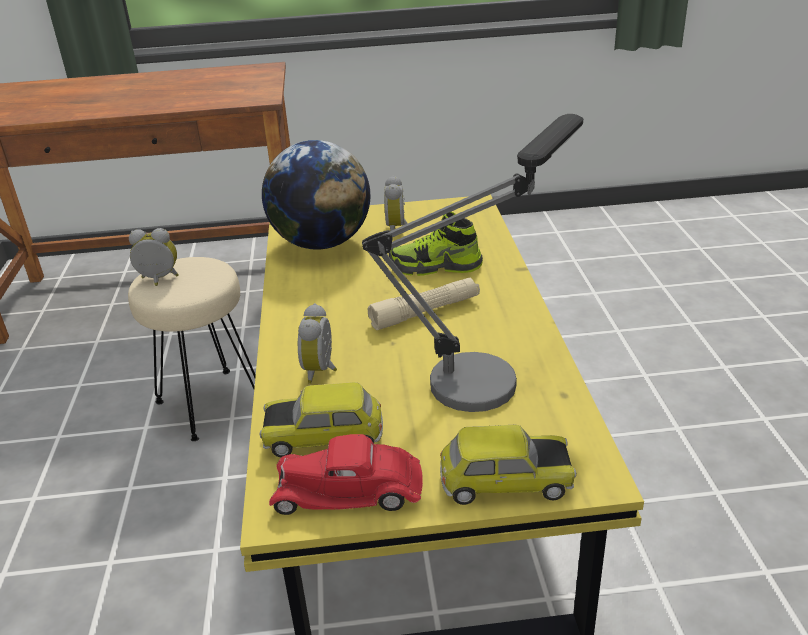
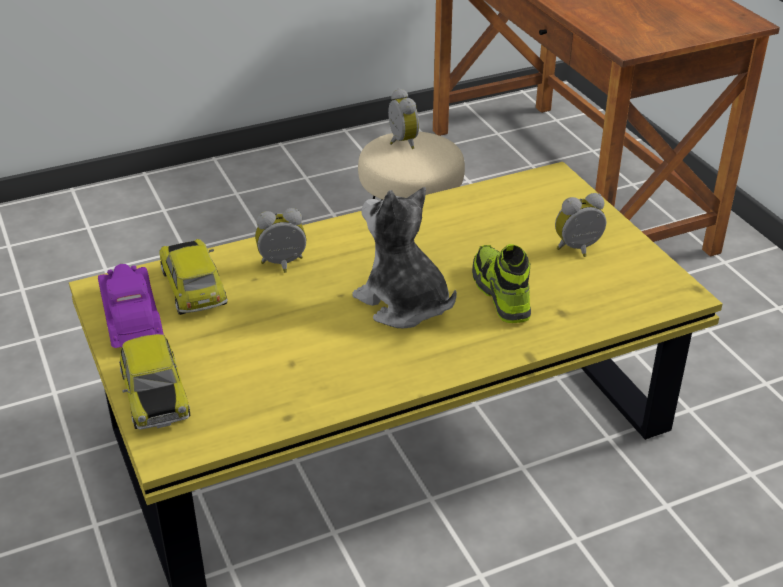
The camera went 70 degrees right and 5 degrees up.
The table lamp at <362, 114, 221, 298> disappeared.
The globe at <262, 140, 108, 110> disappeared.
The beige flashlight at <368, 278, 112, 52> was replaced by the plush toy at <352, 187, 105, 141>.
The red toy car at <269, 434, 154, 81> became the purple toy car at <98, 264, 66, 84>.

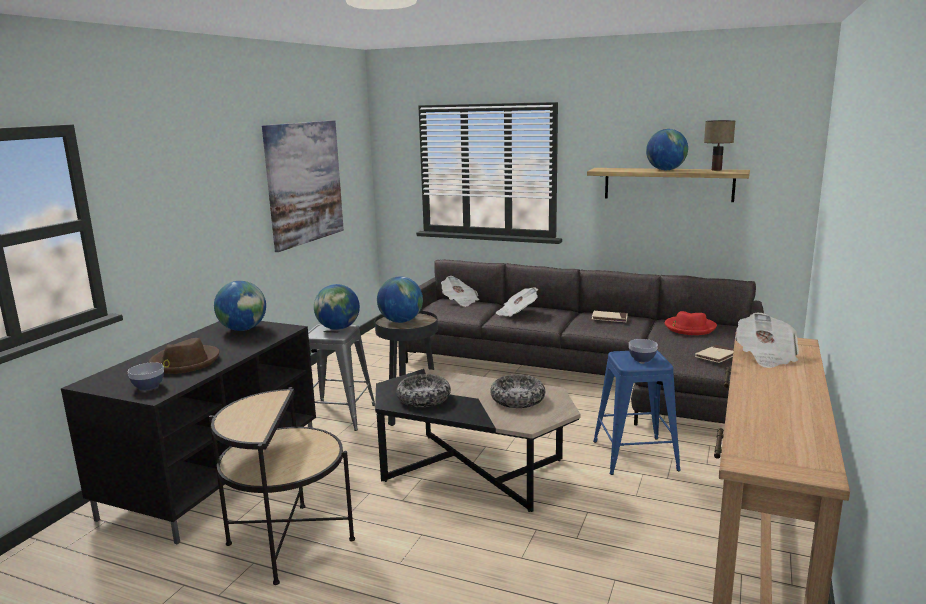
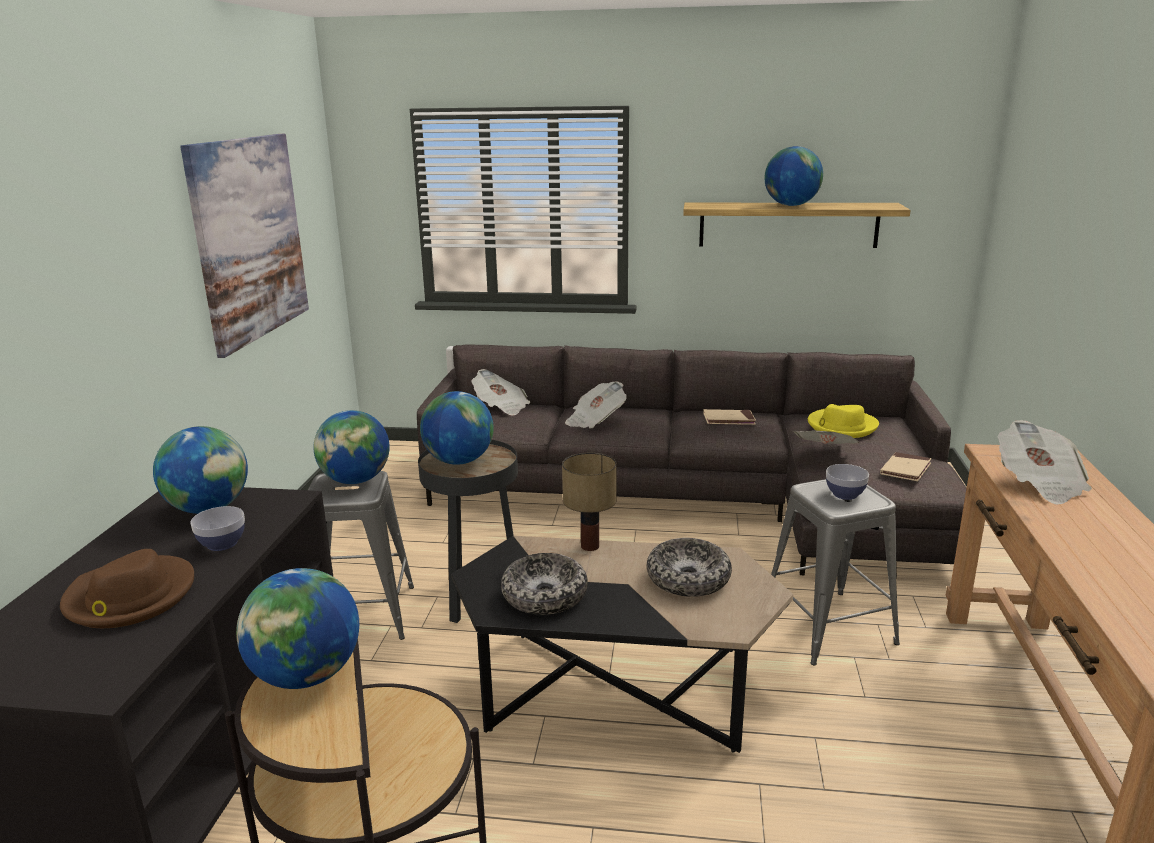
The camera went 15 degrees left and 5 degrees up.
The table lamp moved from <704, 120, 31, 51> to <562, 453, 55, 98>.
The red hat at <665, 311, 52, 24> became the yellow hat at <808, 404, 71, 34>.
The blue stool at <593, 351, 88, 124> became the grey stool at <771, 479, 129, 186>.
The bowl moved from <128, 362, 36, 29> to <190, 506, 55, 45>.
The newspaper at <792, 431, 68, 13> appeared.
The globe at <236, 568, 123, 121> appeared.

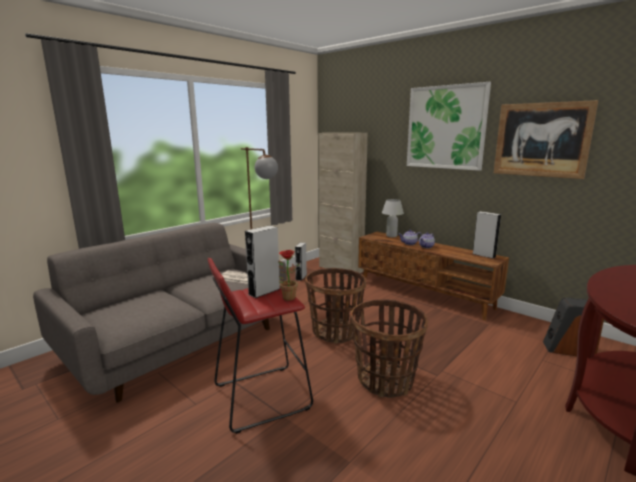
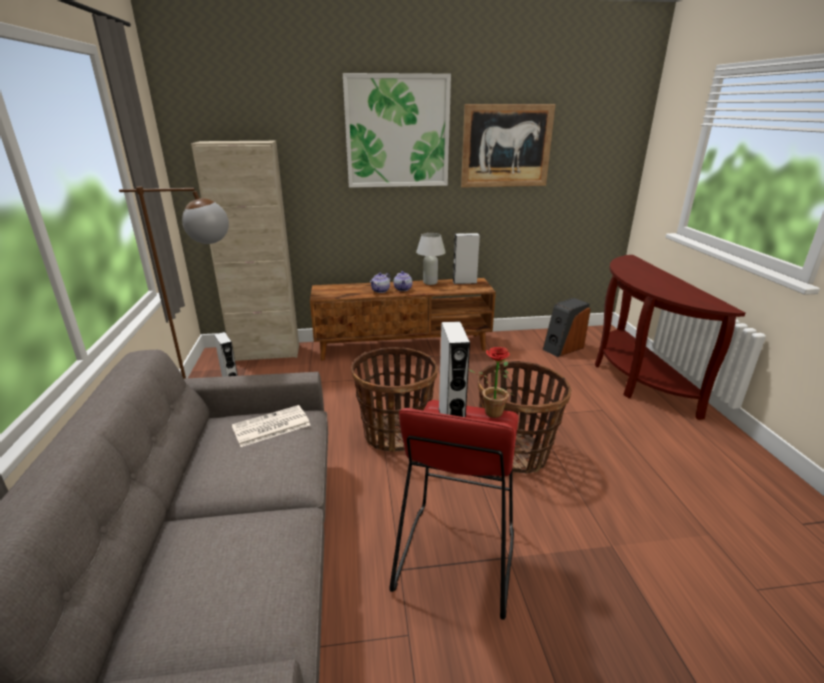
The camera went 50 degrees left and 10 degrees up.
The white table lamp moved from <382, 199, 22, 38> to <416, 233, 30, 52>.

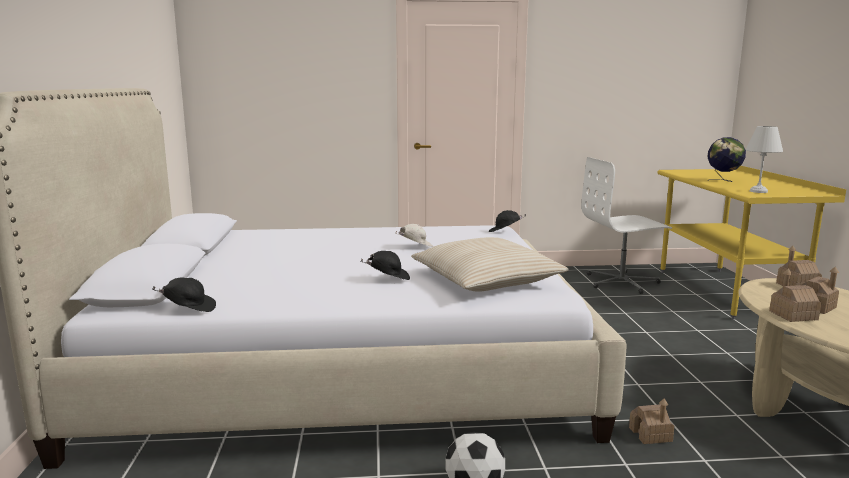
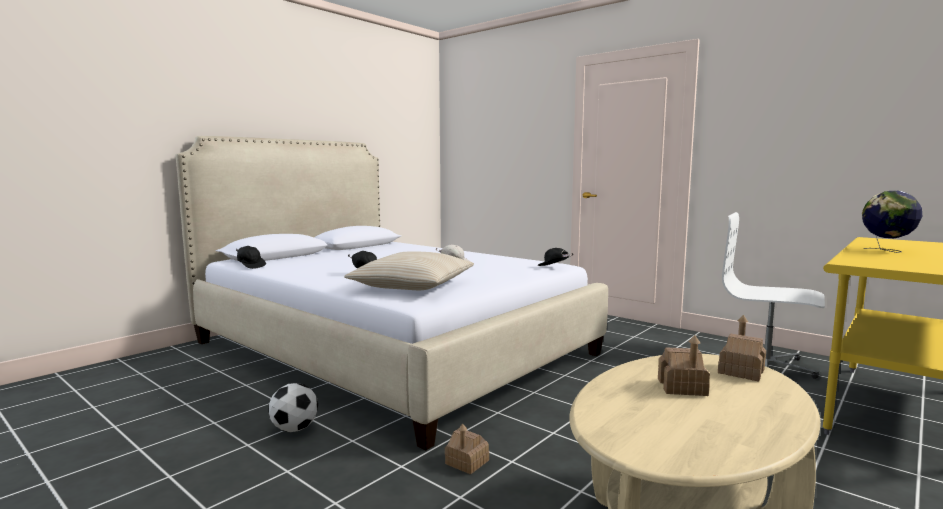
The camera went 45 degrees right and 5 degrees down.
The white table lamp at <745, 126, 38, 67> disappeared.
The toy house at <769, 269, 52, 53> disappeared.

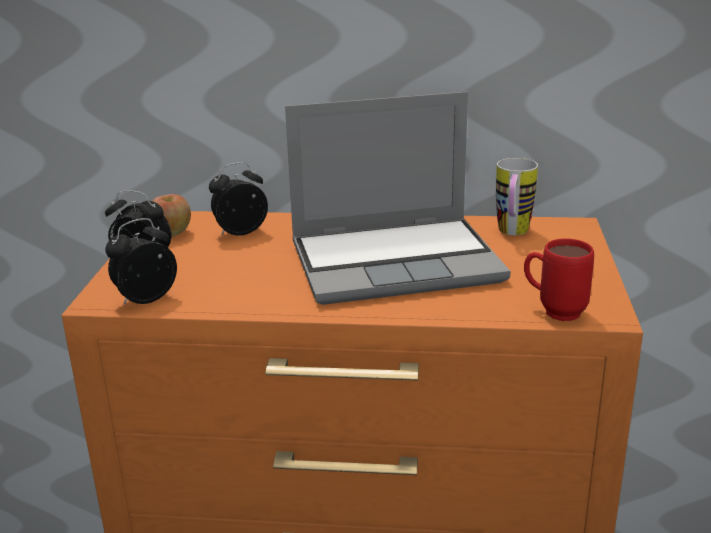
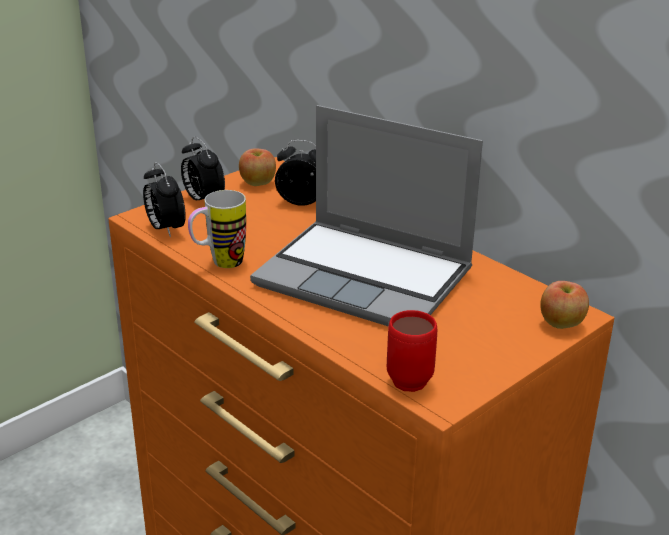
The camera went 40 degrees right and 5 degrees up.
The mug moved from <496, 158, 42, 77> to <188, 190, 58, 78>.
The alarm clock at <105, 218, 72, 88> turned 120 degrees counterclockwise.
The apple at <540, 281, 49, 48> appeared.

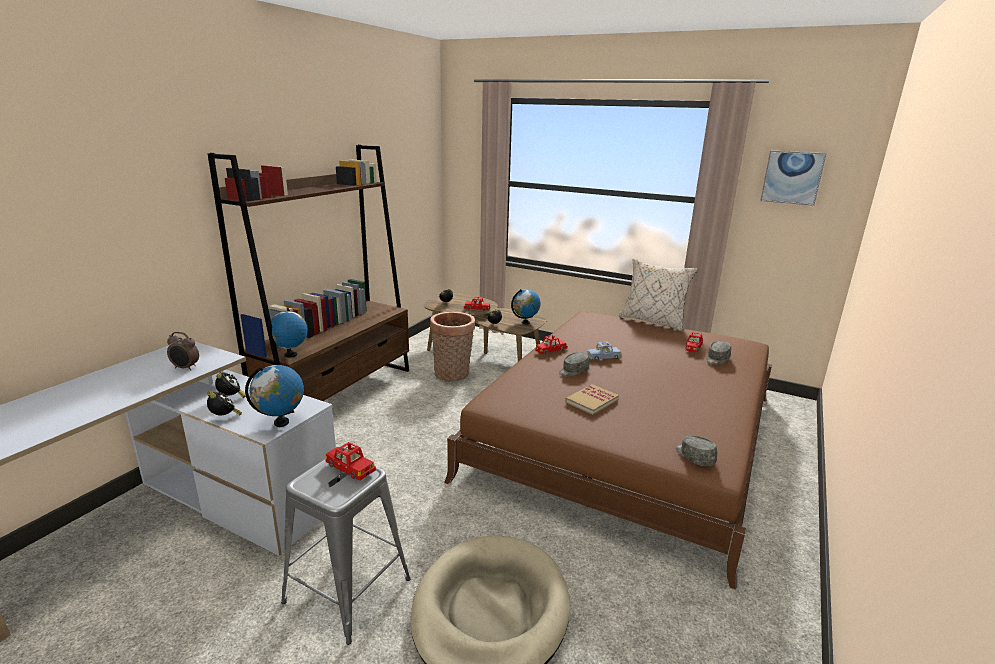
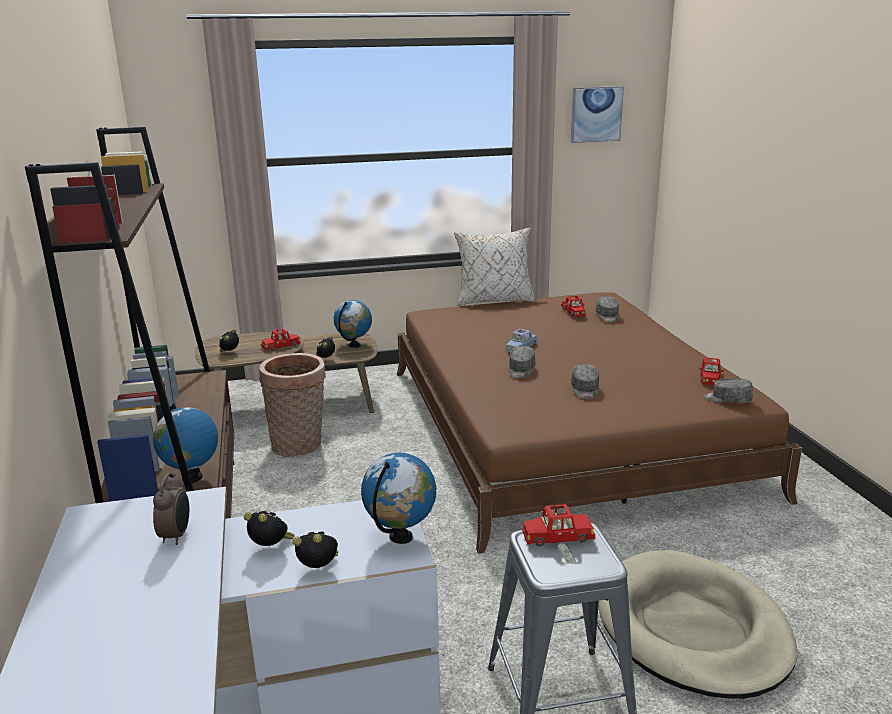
The camera went 40 degrees left and 0 degrees up.
The alarm clock at <167, 332, 32, 39> turned 60 degrees counterclockwise.
The red toy car moved from <535, 335, 33, 19> to <699, 357, 24, 28>.
The book at <565, 384, 54, 31> was replaced by the grey cap at <571, 364, 28, 35>.

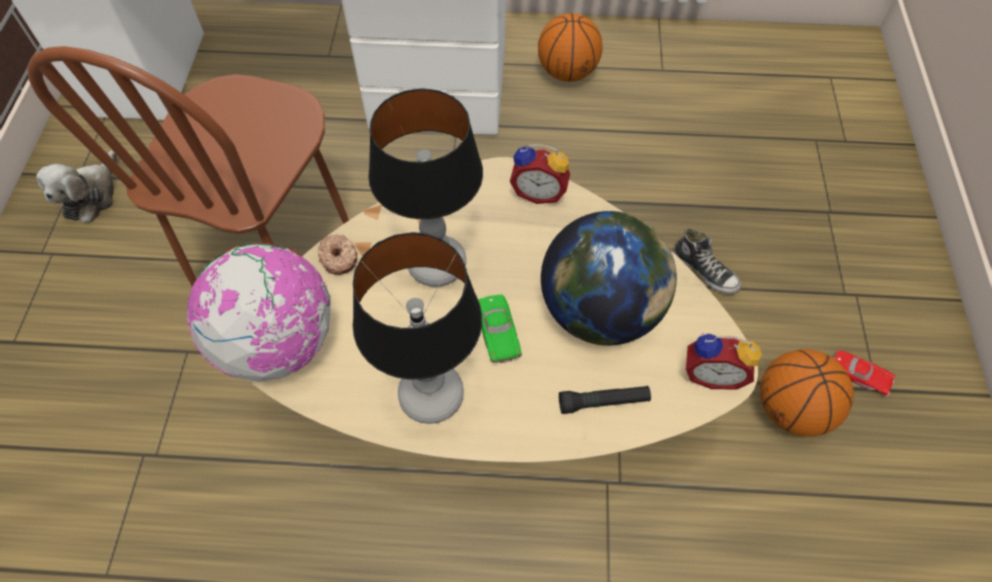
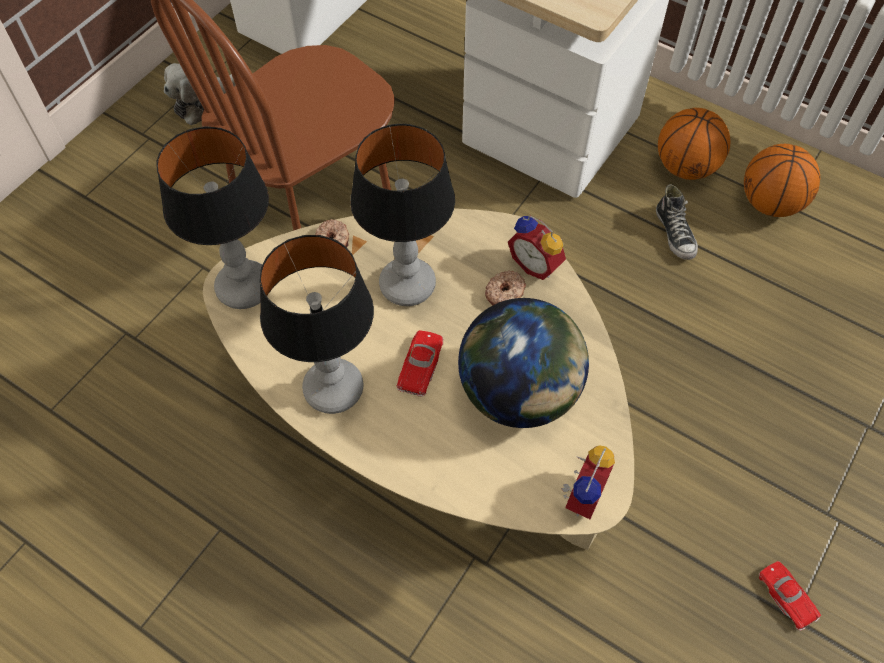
The camera went 30 degrees right and 0 degrees up.
The shoe moved from <673, 228, 68, 67> to <656, 184, 42, 76>.
The globe at <186, 243, 145, 139> was replaced by the table lamp at <156, 126, 113, 183>.
The green toy car at <478, 294, 44, 70> became the red toy car at <397, 330, 46, 67>.
The alarm clock at <686, 333, 76, 57> turned 105 degrees counterclockwise.
The basketball moved from <760, 349, 94, 88> to <744, 144, 76, 73>.
The black flashlight at <559, 386, 92, 28> disappeared.
The donut at <485, 270, 41, 35> appeared.

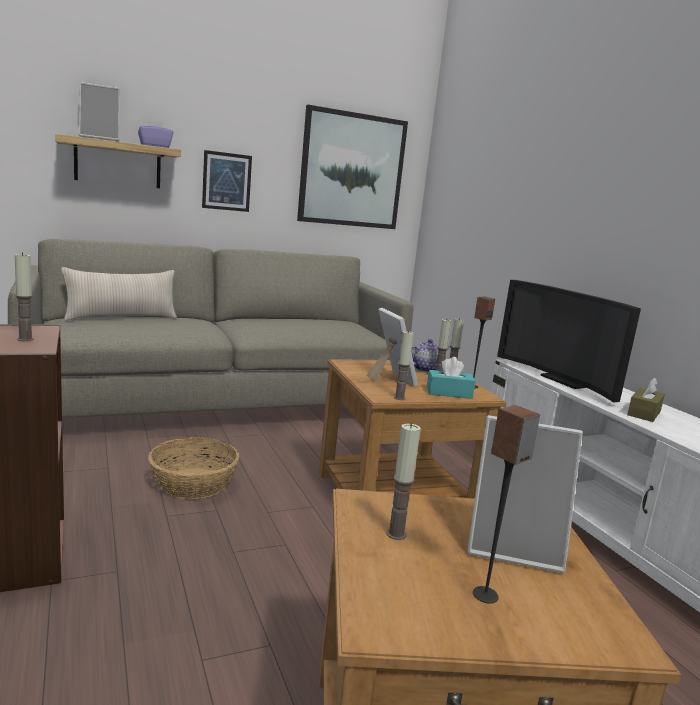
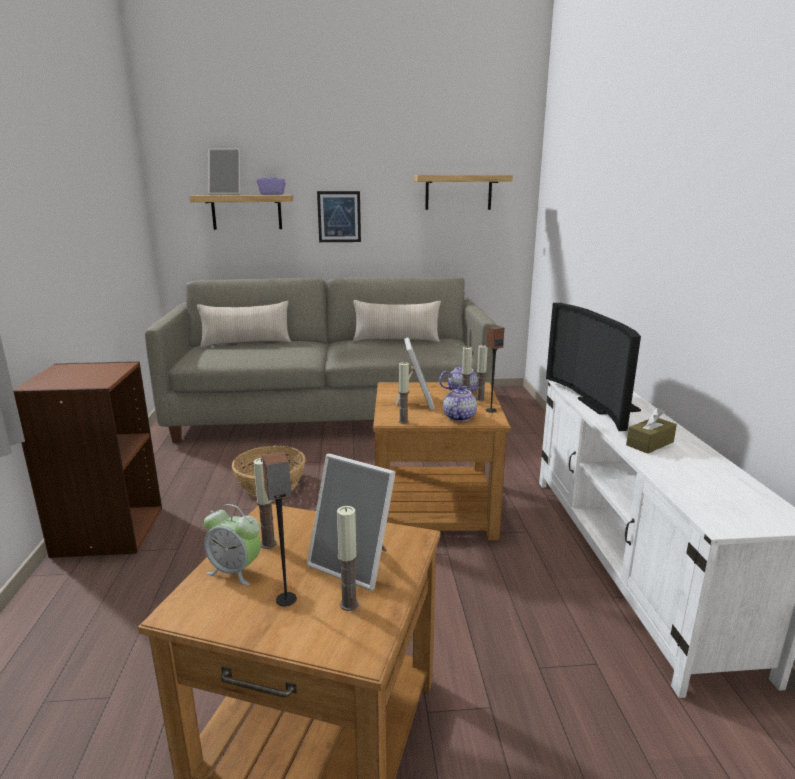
The camera went 20 degrees right and 5 degrees up.
The picture at <297, 105, 111, 124> was replaced by the shelf at <414, 175, 99, 35>.
The candle moved from <15, 252, 19, 89> to <337, 506, 22, 105>.
The turquoise tissue box at <427, 357, 49, 42> was replaced by the teapot at <443, 386, 34, 36>.
The beige pillow at <353, 300, 88, 42> appeared.
The alarm clock at <204, 504, 57, 81> appeared.

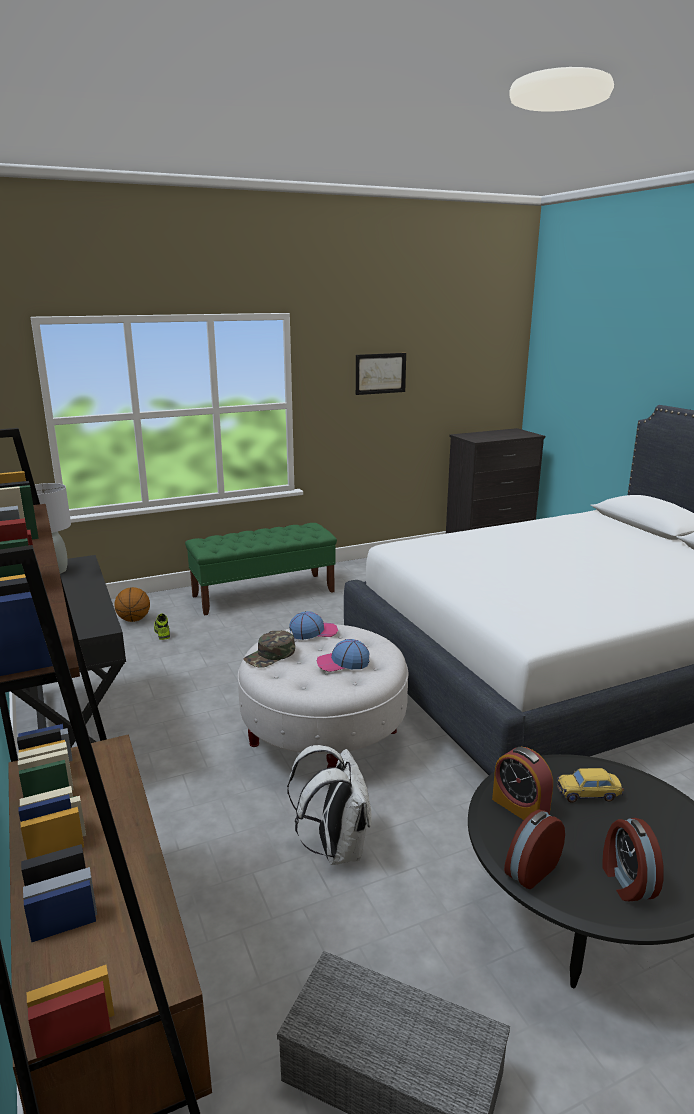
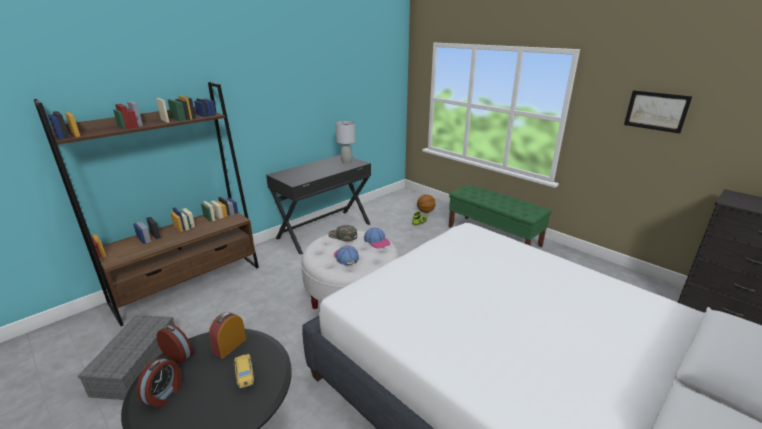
The camera went 70 degrees right and 5 degrees up.
The white backpack at <287, 745, 85, 120> disappeared.
The alarm clock at <603, 818, 61, 83> turned 135 degrees clockwise.

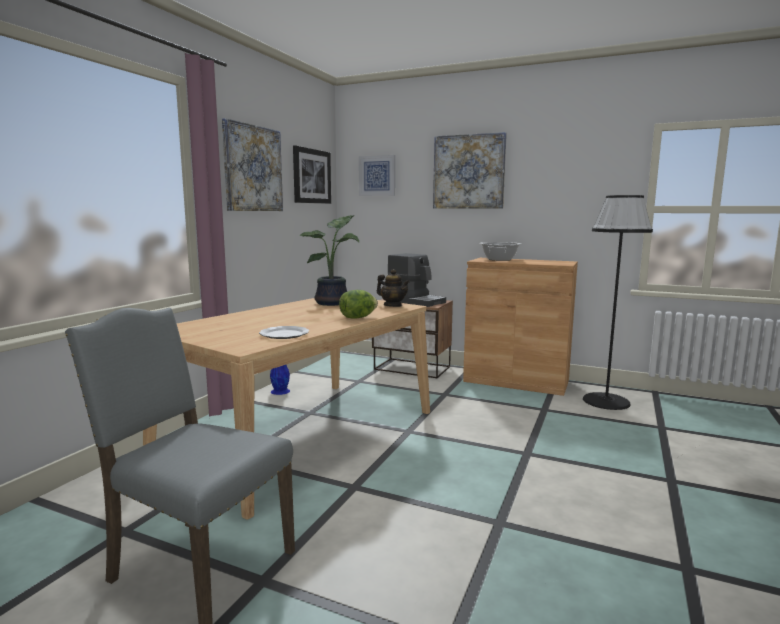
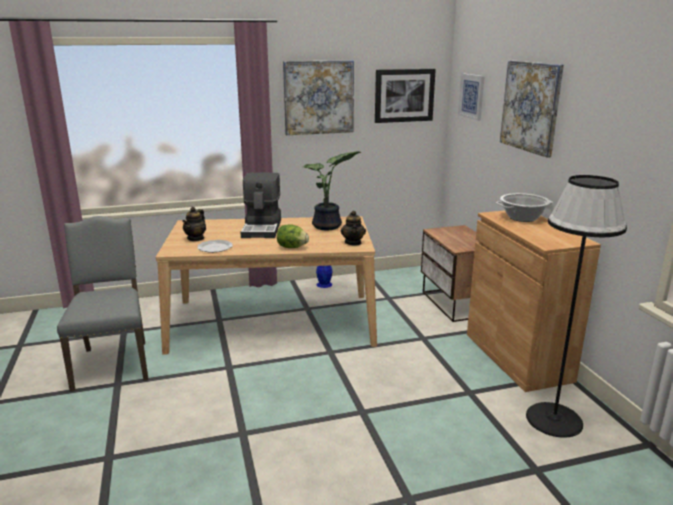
The camera went 50 degrees right and 10 degrees up.
The coffee machine moved from <388, 253, 58, 54> to <241, 173, 40, 65>.
The teapot at <182, 207, 24, 34> appeared.

